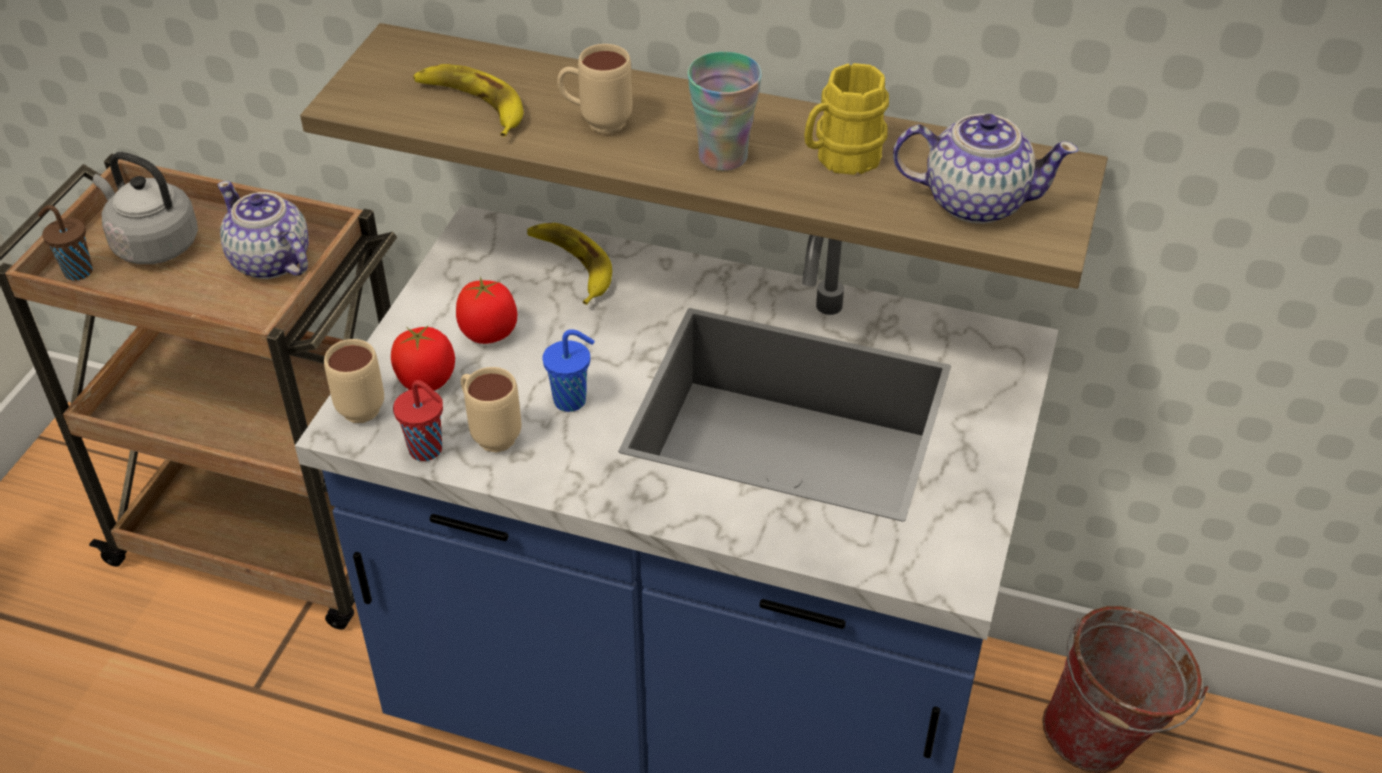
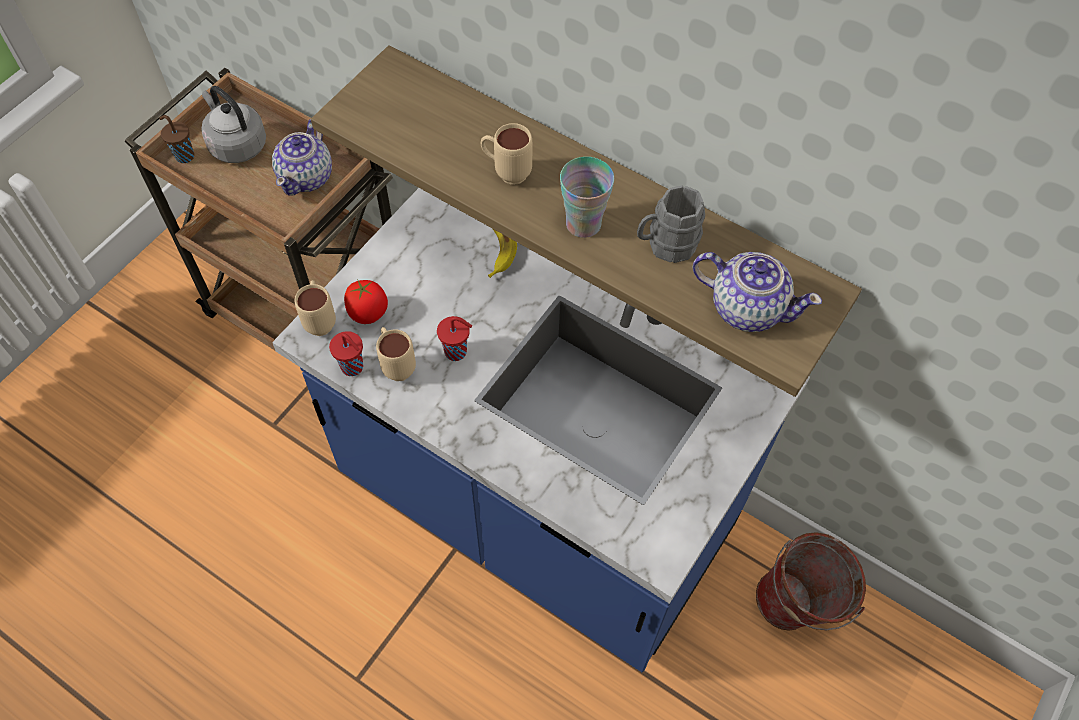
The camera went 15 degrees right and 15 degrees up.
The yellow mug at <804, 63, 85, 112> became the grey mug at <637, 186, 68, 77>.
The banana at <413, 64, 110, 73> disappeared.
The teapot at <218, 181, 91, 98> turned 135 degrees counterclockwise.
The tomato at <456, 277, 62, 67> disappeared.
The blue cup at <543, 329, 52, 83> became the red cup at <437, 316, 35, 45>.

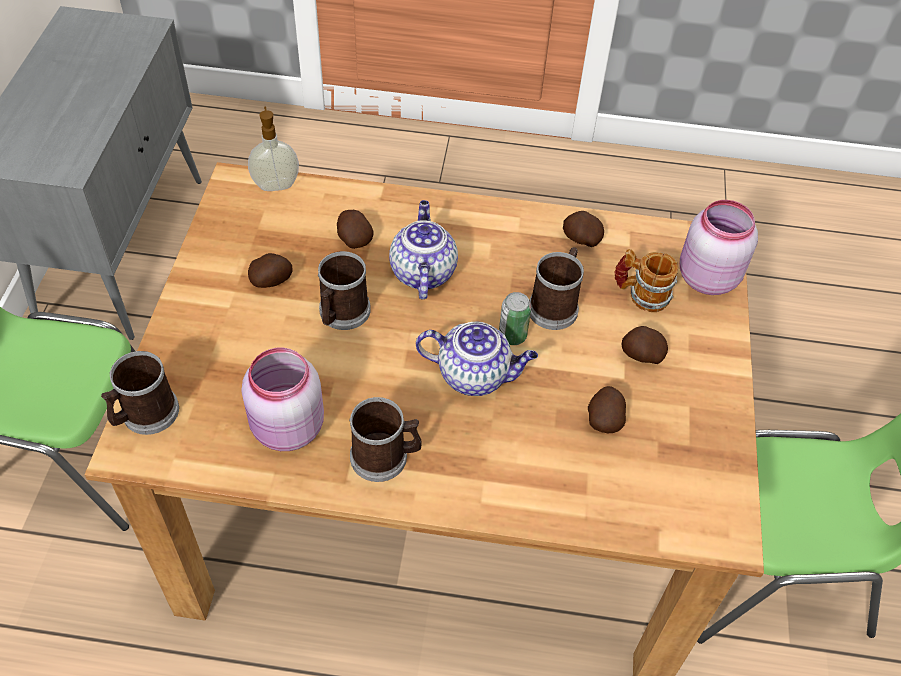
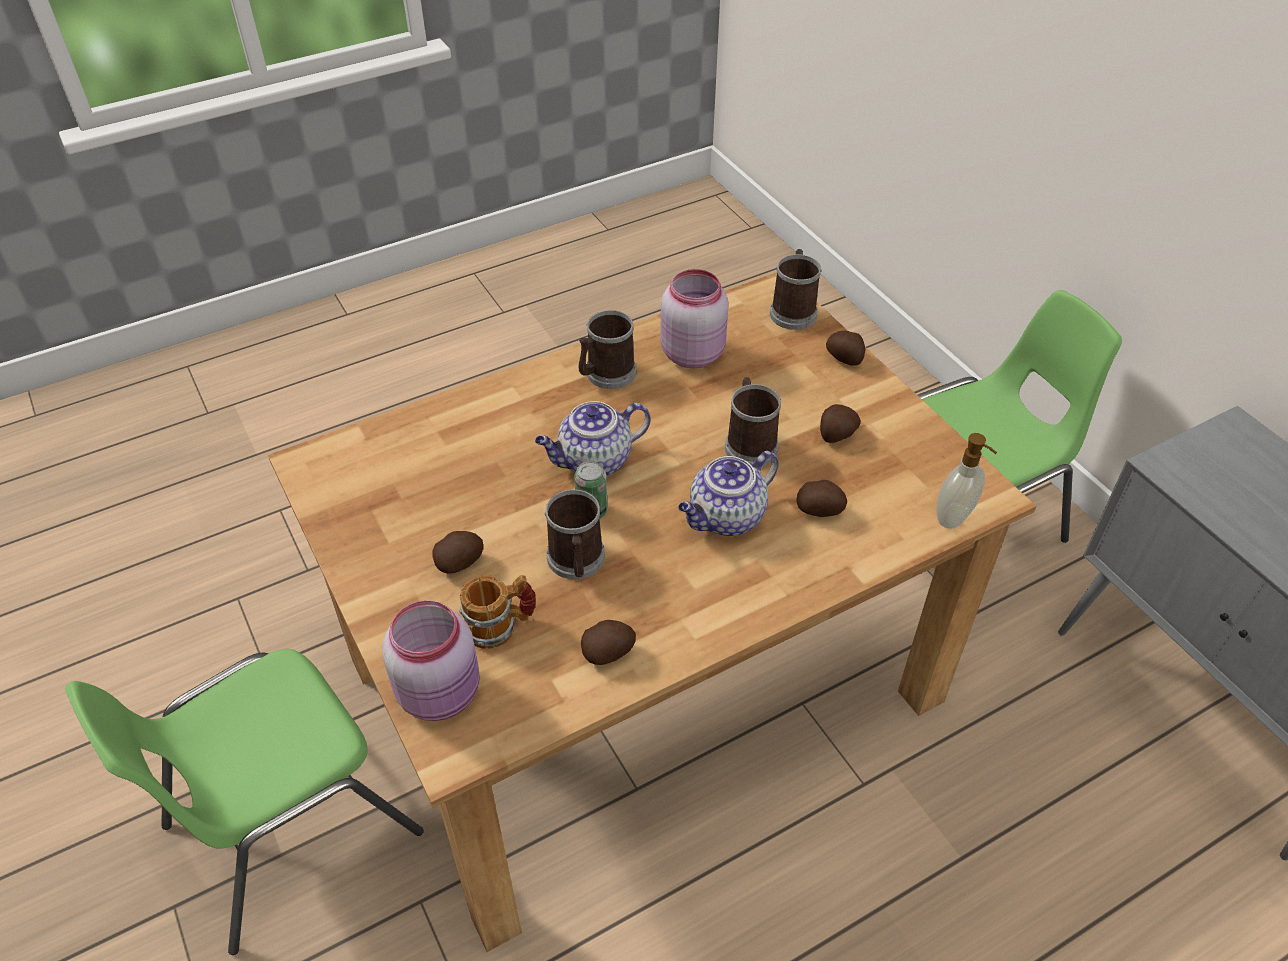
The camera went 145 degrees right and 5 degrees down.
The teapot at <389, 200, 69, 100> turned 90 degrees clockwise.
The potato moved from <588, 386, 38, 47> to <826, 331, 39, 35>.

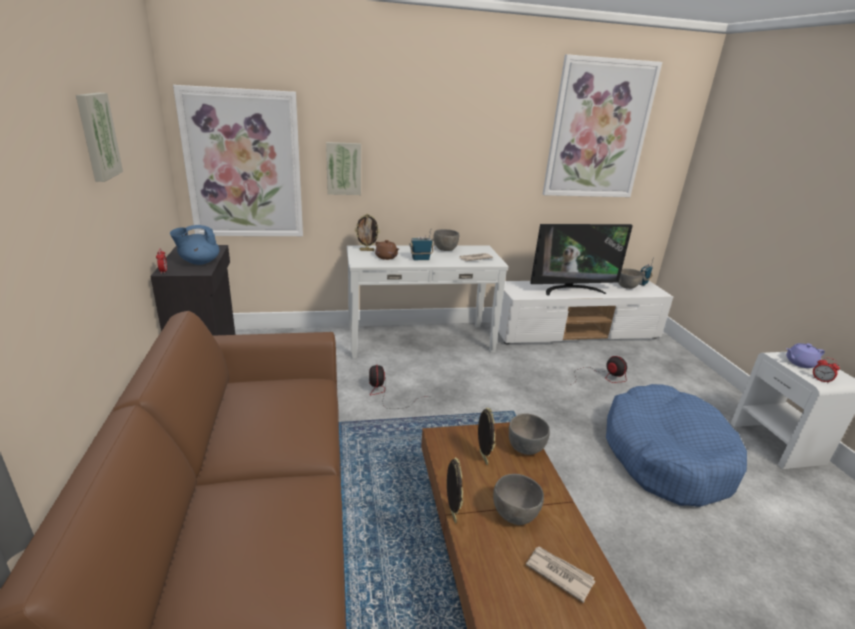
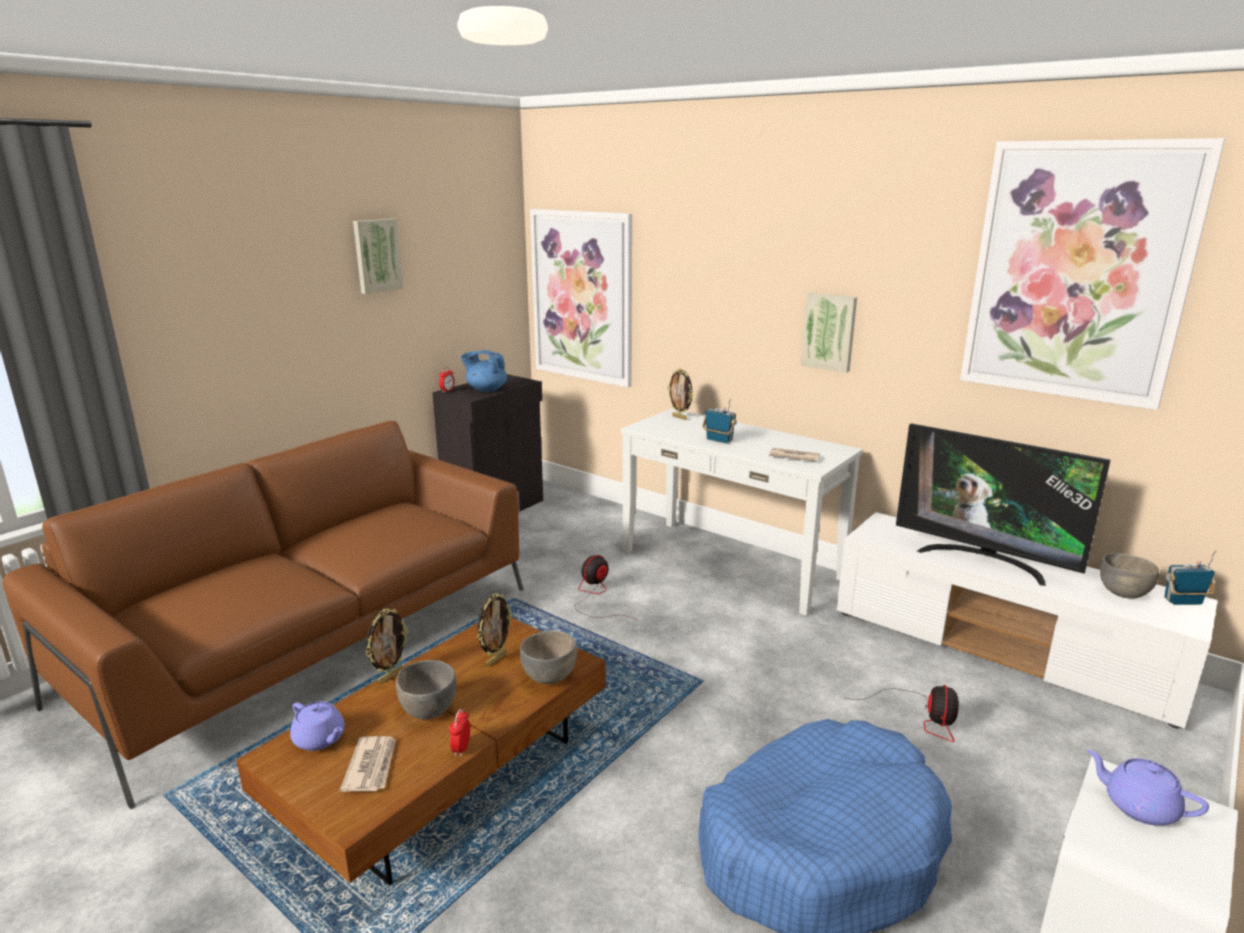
The camera went 50 degrees right and 5 degrees down.
The picture moved from <326, 142, 35, 53> to <801, 293, 56, 80>.
The grey bowl at <434, 229, 25, 22> disappeared.
The brown teapot at <375, 240, 24, 20> disappeared.
The alarm clock moved from <813, 357, 27, 27> to <449, 709, 21, 47>.
The purple teapot at <290, 701, 55, 50> appeared.

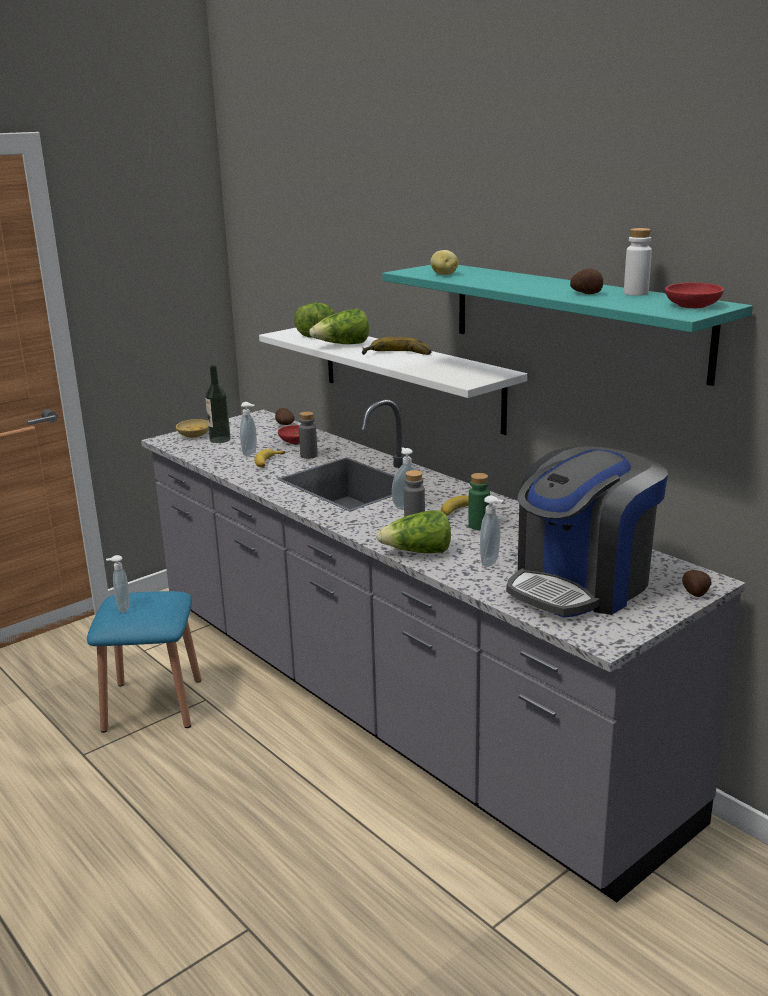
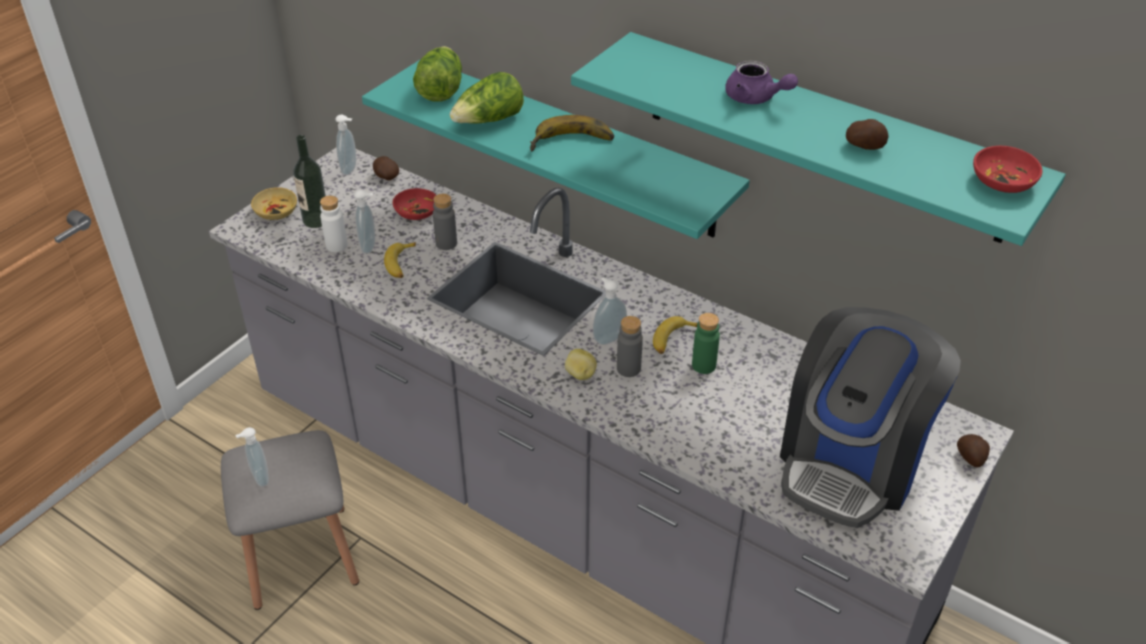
The camera went 15 degrees left and 20 degrees up.
The white bottle moved from <624, 228, 28, 68> to <320, 196, 28, 56>.
The potato moved from <431, 250, 27, 25> to <565, 349, 32, 31>.
The white shelf at <259, 328, 268, 107> became the turquoise shelf at <362, 59, 388, 180>.
The soap dispenser moved from <480, 496, 24, 71> to <335, 115, 21, 60>.
The lettuce at <376, 511, 75, 42> disappeared.
The blue stool at <87, 591, 114, 142> became the grey stool at <221, 430, 138, 180>.
The purple teapot at <725, 61, 73, 43> appeared.

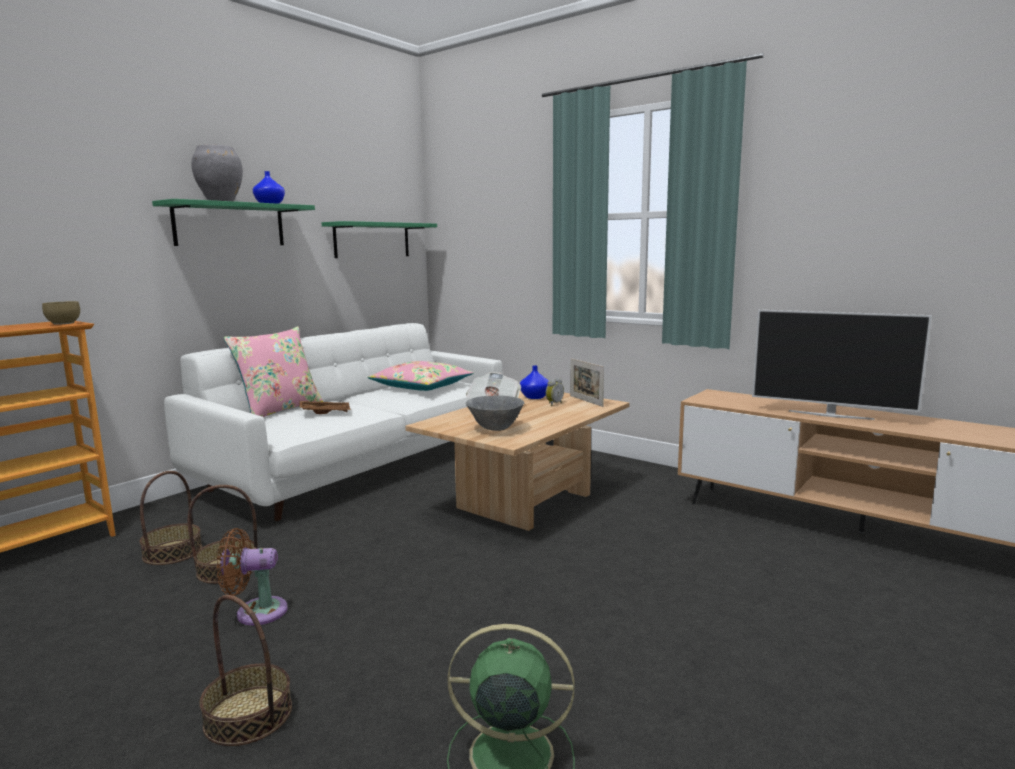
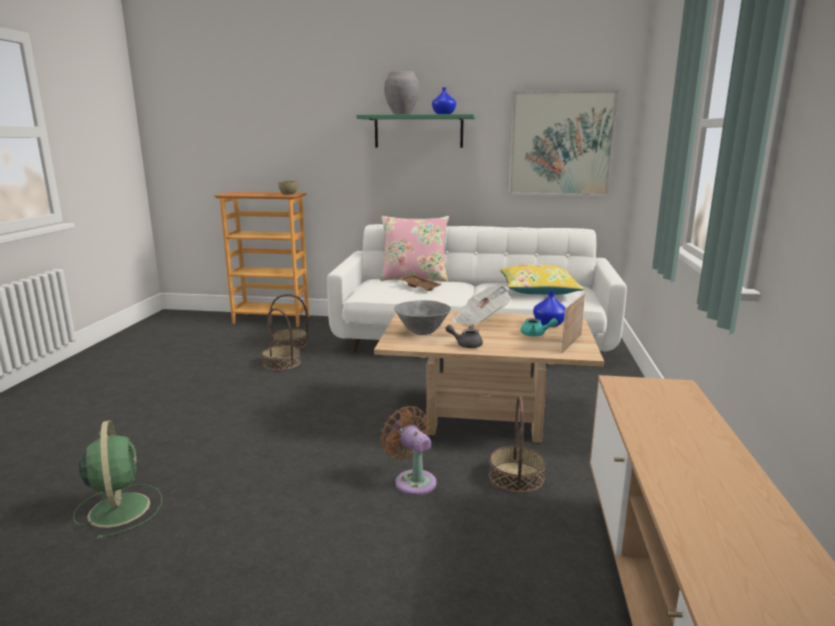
The camera went 60 degrees right and 5 degrees up.
The green shelf at <322, 221, 115, 37> was replaced by the picture at <508, 90, 111, 106>.
The television at <752, 310, 180, 110> disappeared.
The pink pillow at <368, 361, 105, 30> became the yellow pillow at <500, 264, 84, 31>.
The alarm clock at <546, 378, 18, 28> was replaced by the turquoise teapot at <521, 318, 37, 18>.
The brown fan moved from <216, 528, 72, 98> to <380, 406, 56, 90>.
The basket moved from <200, 595, 92, 151> to <489, 396, 57, 97>.
The grey teapot at <445, 325, 38, 23> appeared.

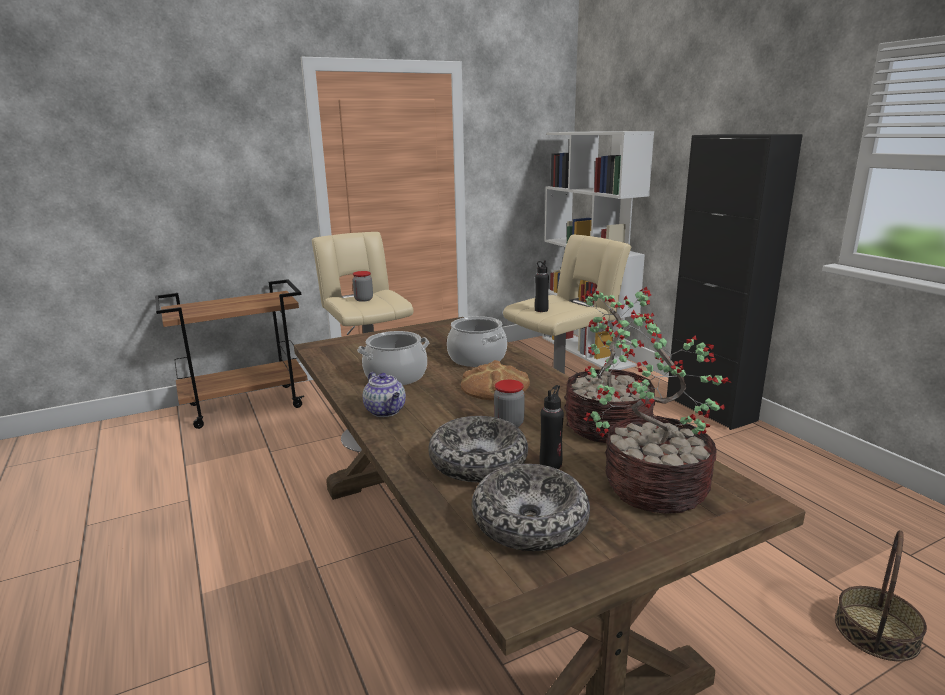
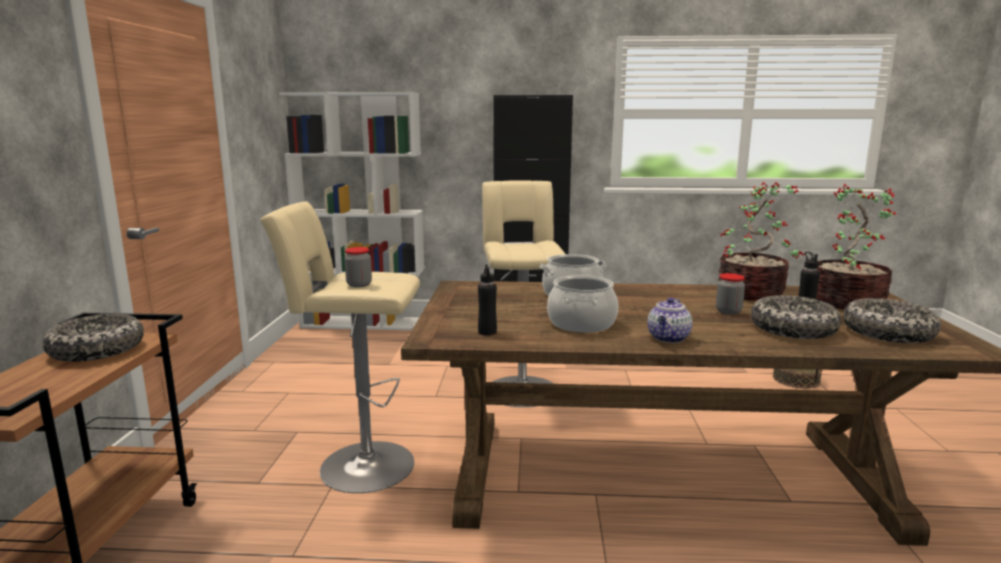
The camera went 60 degrees left and 5 degrees down.
The black bottle moved from <535, 260, 14, 52> to <478, 265, 19, 71>.
The bread at <461, 360, 69, 40> disappeared.
The teapot at <363, 372, 43, 45> turned 120 degrees clockwise.
The bowl at <42, 314, 102, 48> appeared.

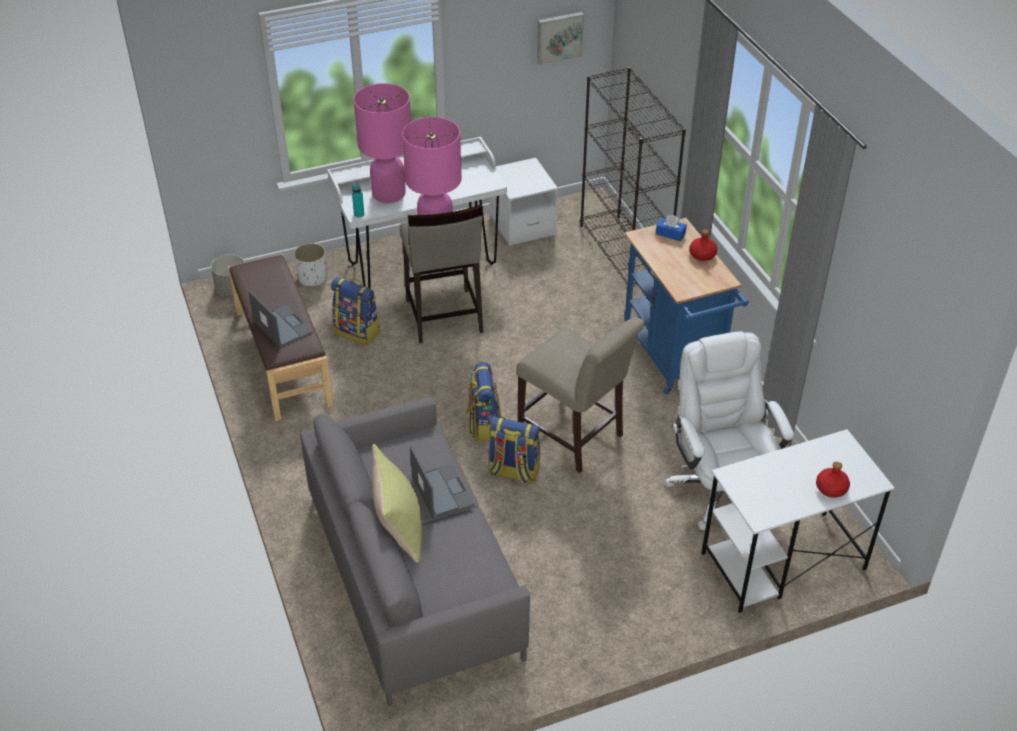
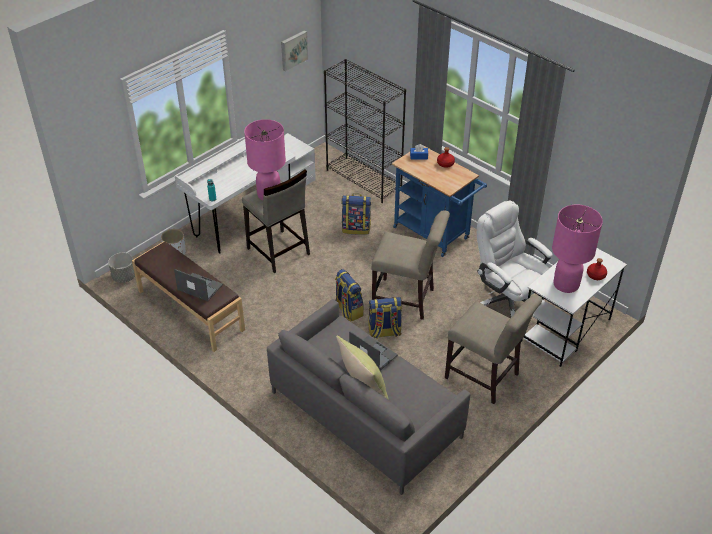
The camera went 25 degrees left and 0 degrees up.
The pink table lamp moved from <353, 83, 58, 120> to <552, 205, 51, 88>.
The backpack moved from <331, 277, 49, 68> to <342, 193, 29, 42>.
The beige chair at <445, 295, 97, 109> appeared.

